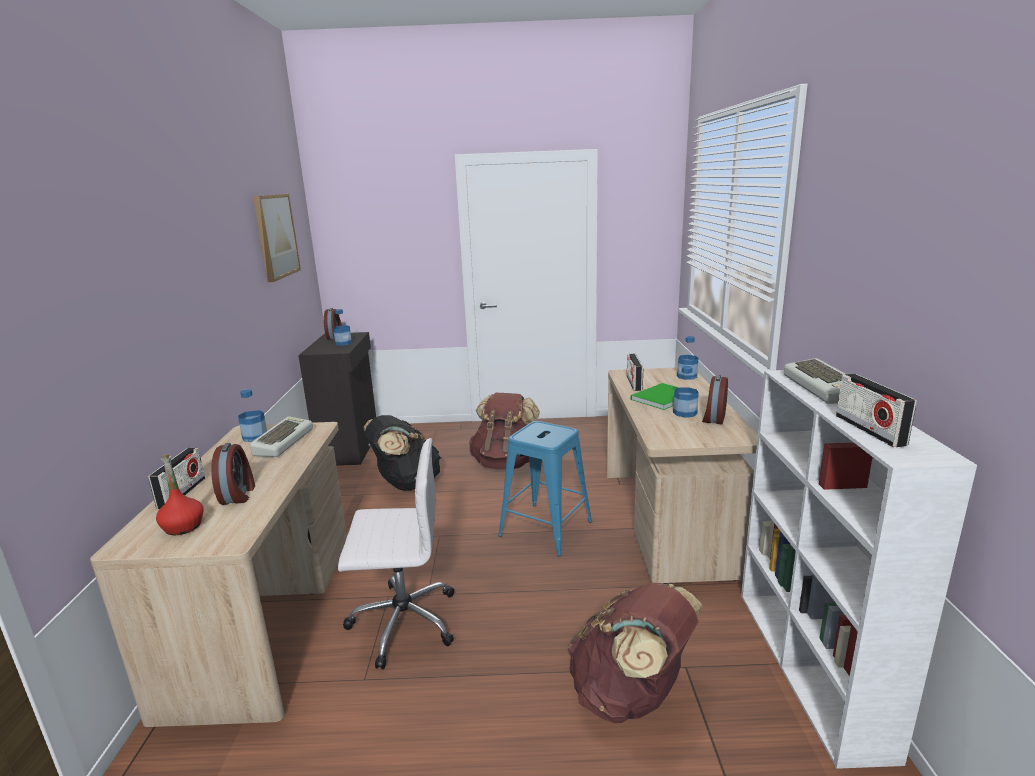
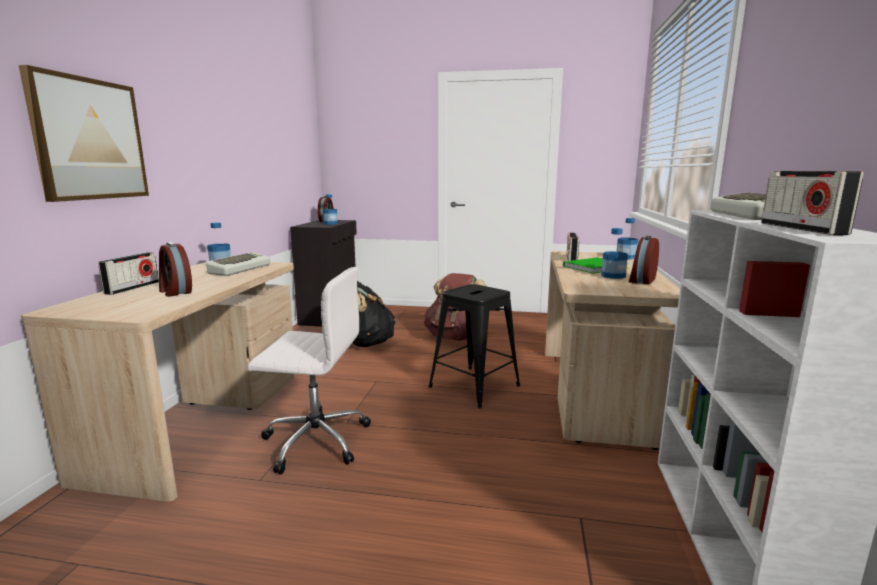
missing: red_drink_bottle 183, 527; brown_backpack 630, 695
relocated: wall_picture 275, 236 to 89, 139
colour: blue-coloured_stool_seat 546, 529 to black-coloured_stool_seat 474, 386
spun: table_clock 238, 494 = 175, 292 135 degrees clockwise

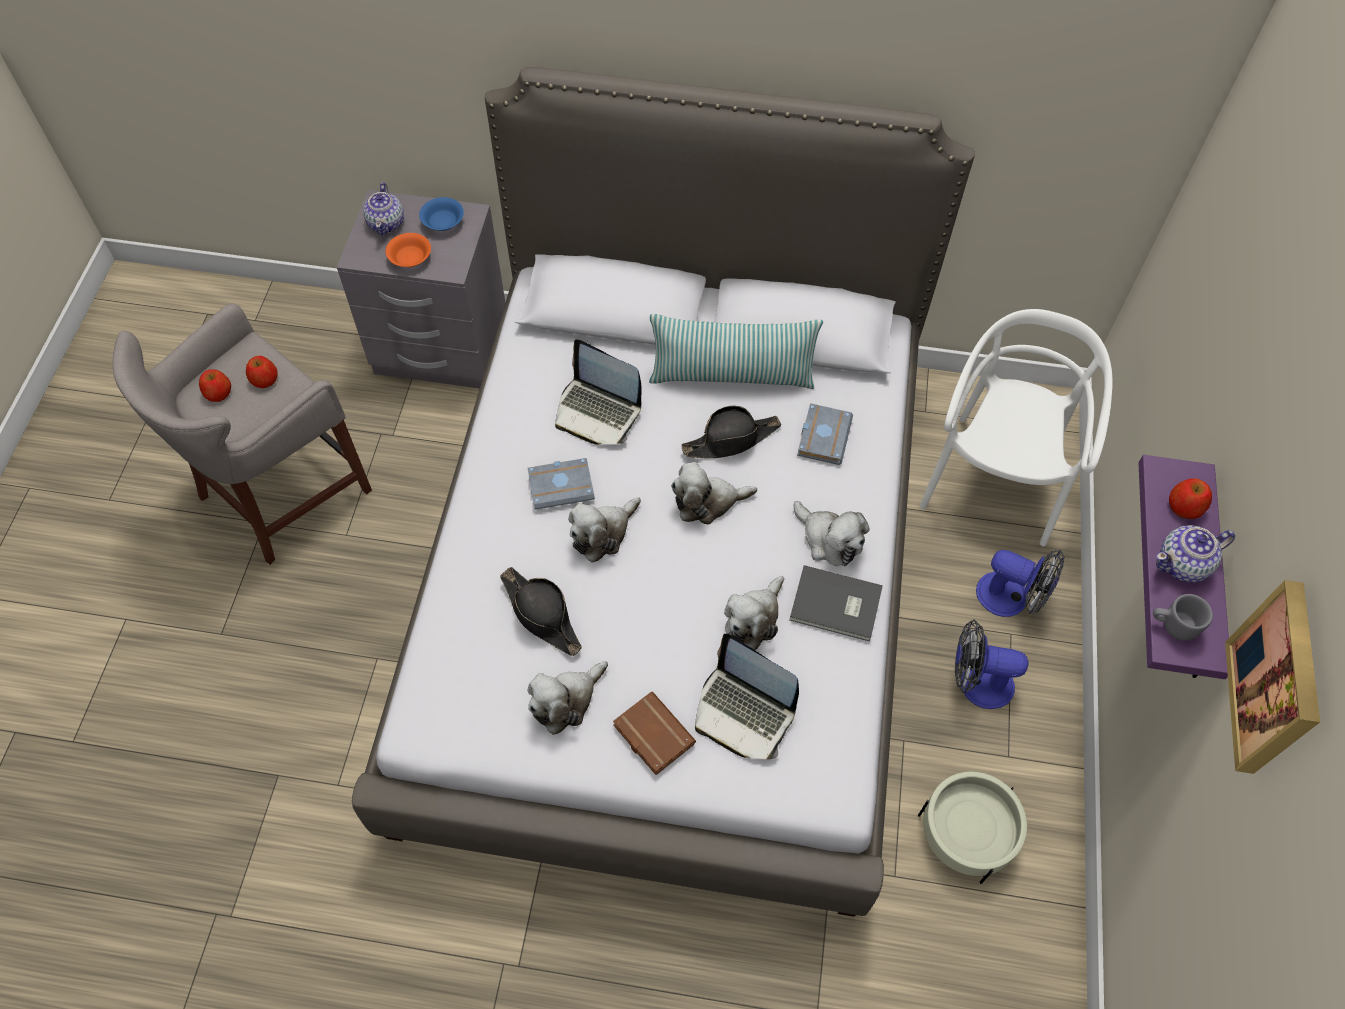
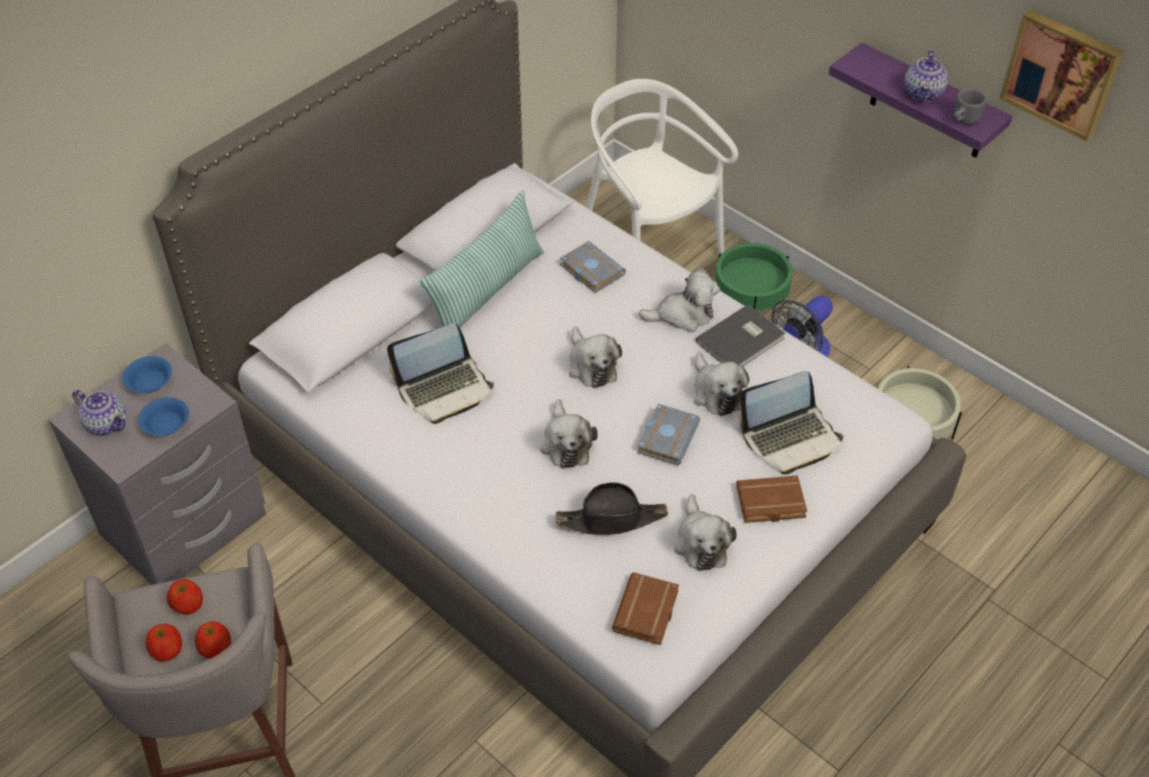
missing: black-coloured_hat 731, 440
appeared: brown_bound_book 647, 613
relocated: greyish_bound_book 562, 485 to 666, 436; apple 1185, 506 to 215, 647
exchanged: fan 1011, 598 to greenish_flower_pot 750, 295
colour: orangey_serving_bowl 411, 258 to blue-coloured_serving_bowl 167, 424
spun: plush_toy 708, 502 = 591, 365 45 degrees counterclockwise

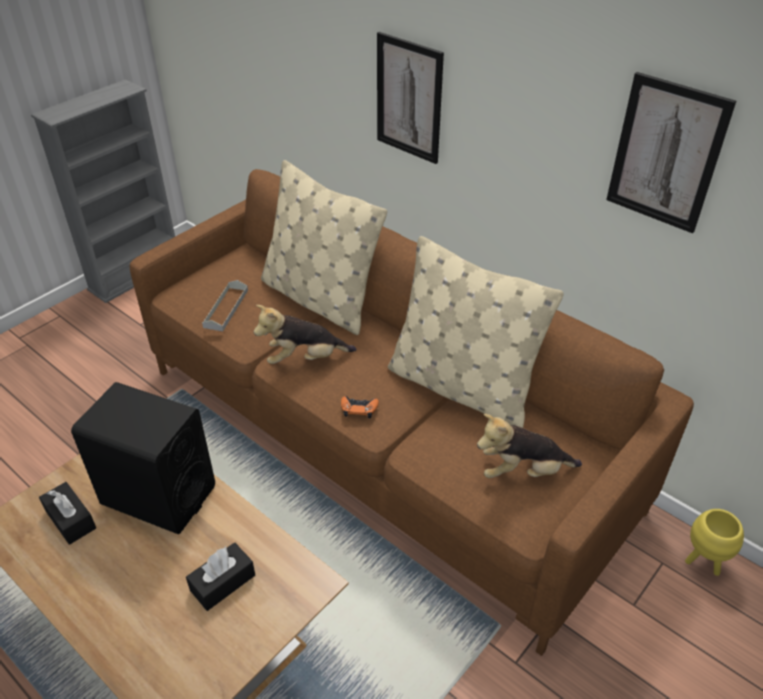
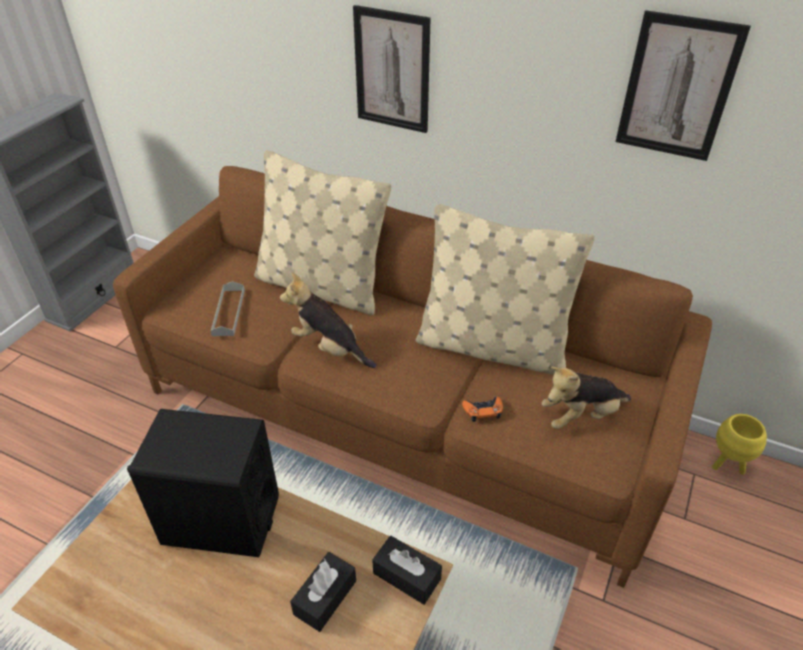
relocated: black-coloured_box_of_tissues 70, 519 to 407, 576; orangey_gamepad 359, 409 to 483, 411
spun: plush_toy 305, 358 = 329, 348 60 degrees clockwise

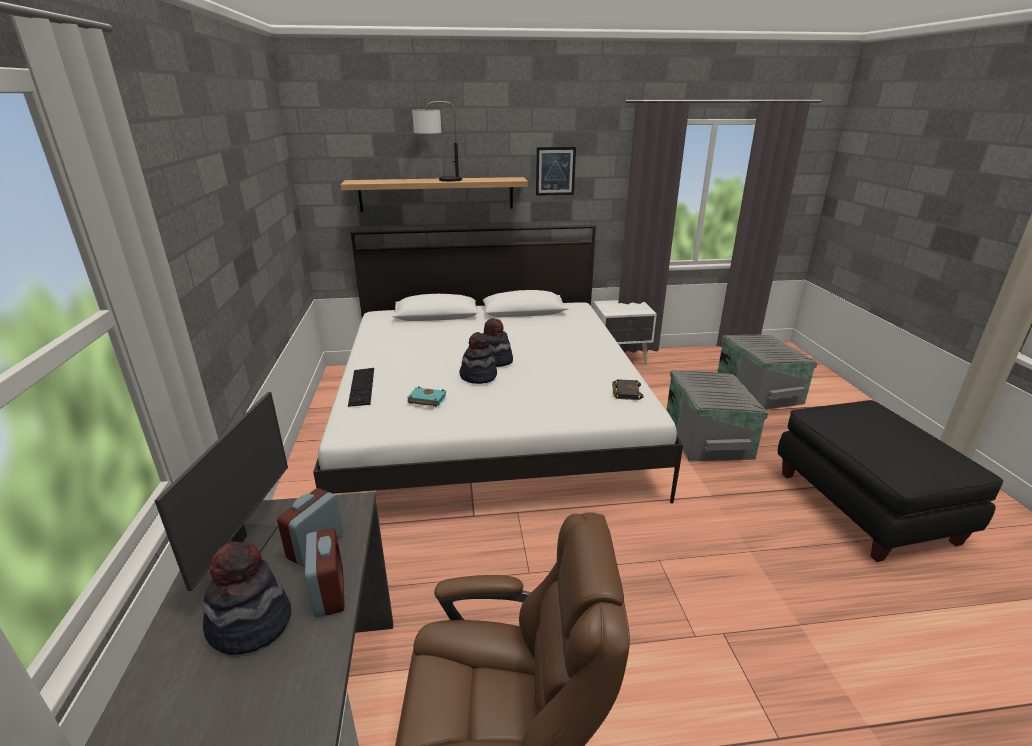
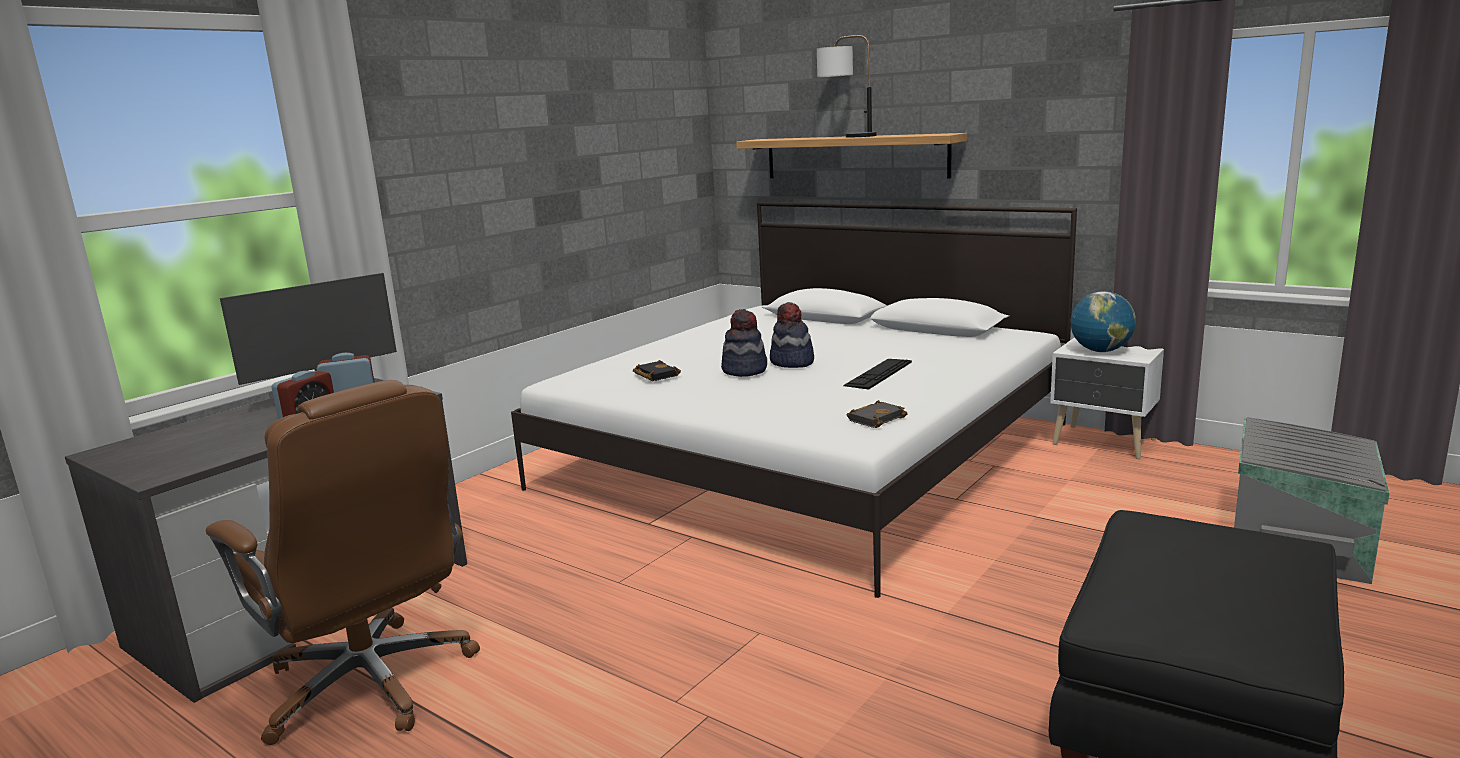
missing: hat 250, 624; wall_picture 555, 171; greyish_storage_container 708, 437
appeared: desk_globe 1100, 351
relocated: computer_keyboard 361, 386 to 878, 373
colour: blue-green_bound_book 425, 400 to black-coloured_bound_book 654, 375

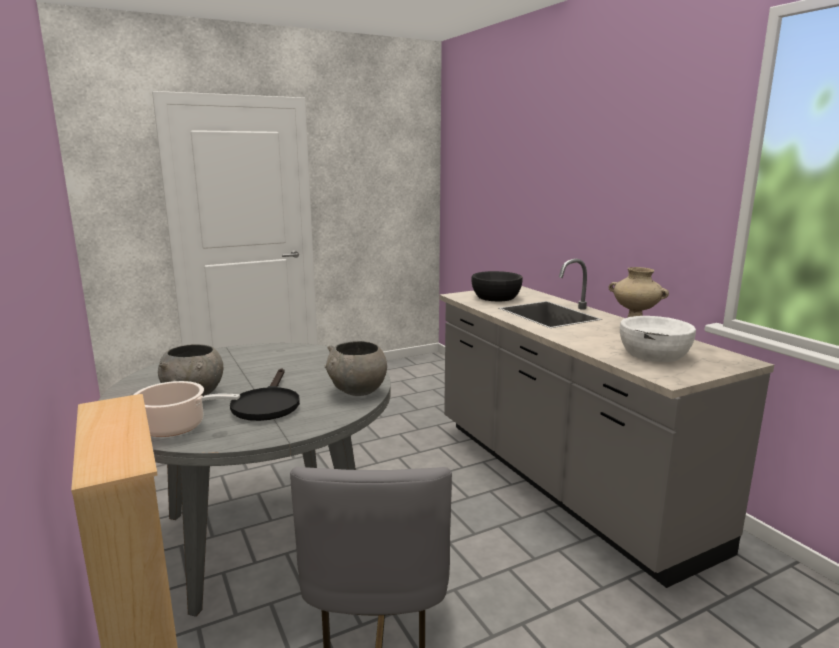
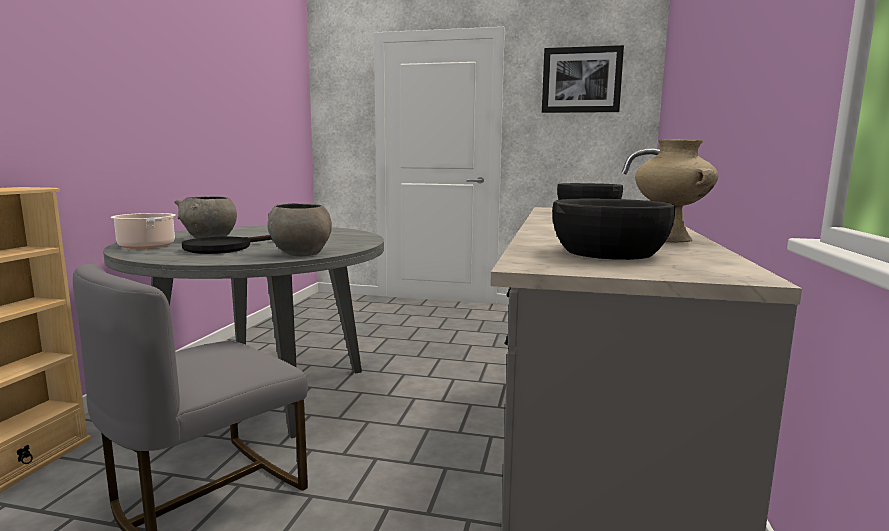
appeared: wall_picture 581, 80
colour: white_serving_bowl 654, 353 to black-coloured_serving_bowl 609, 252

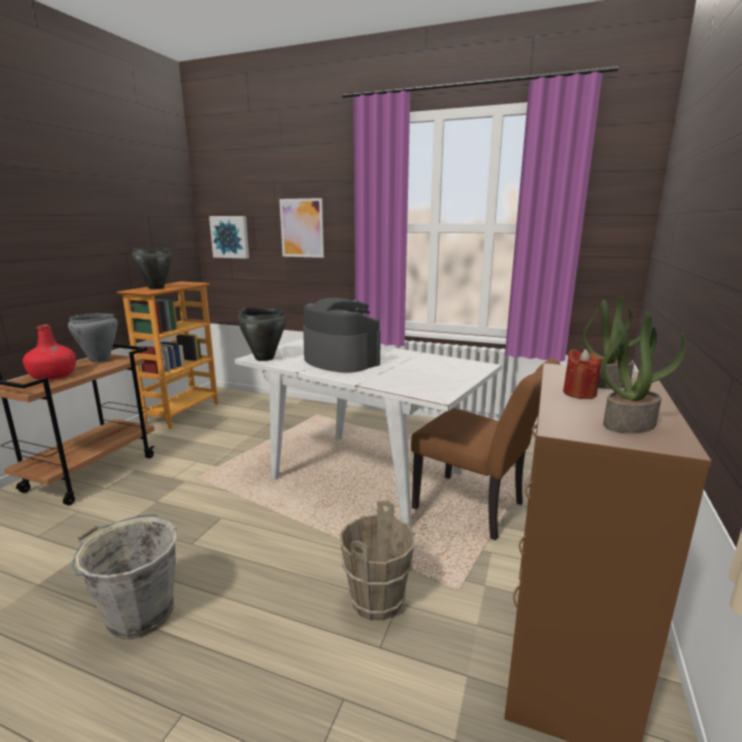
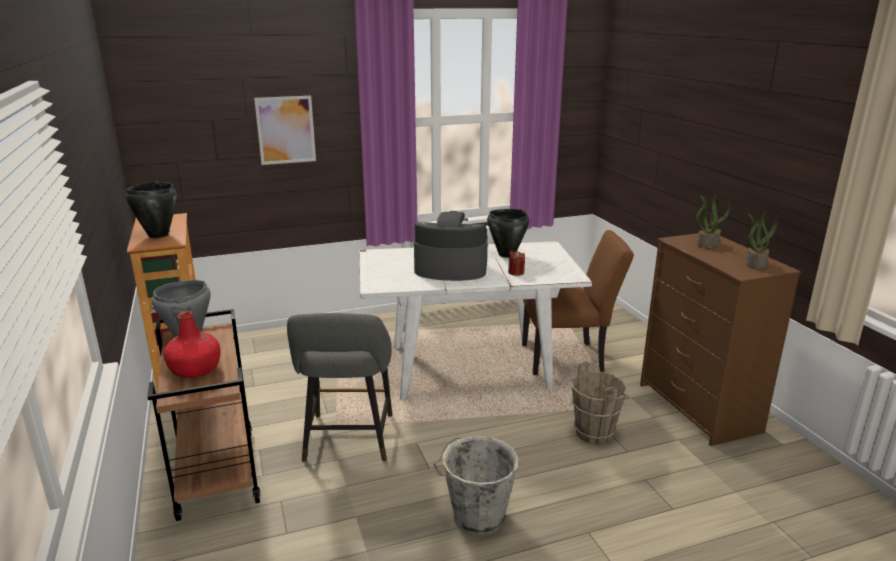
missing: wall_picture 230, 237
appeared: greyish_stool_seat 348, 441
relocated: black-coloured_saucepot 264, 358 to 506, 254; red_wax_light 579, 393 to 516, 272

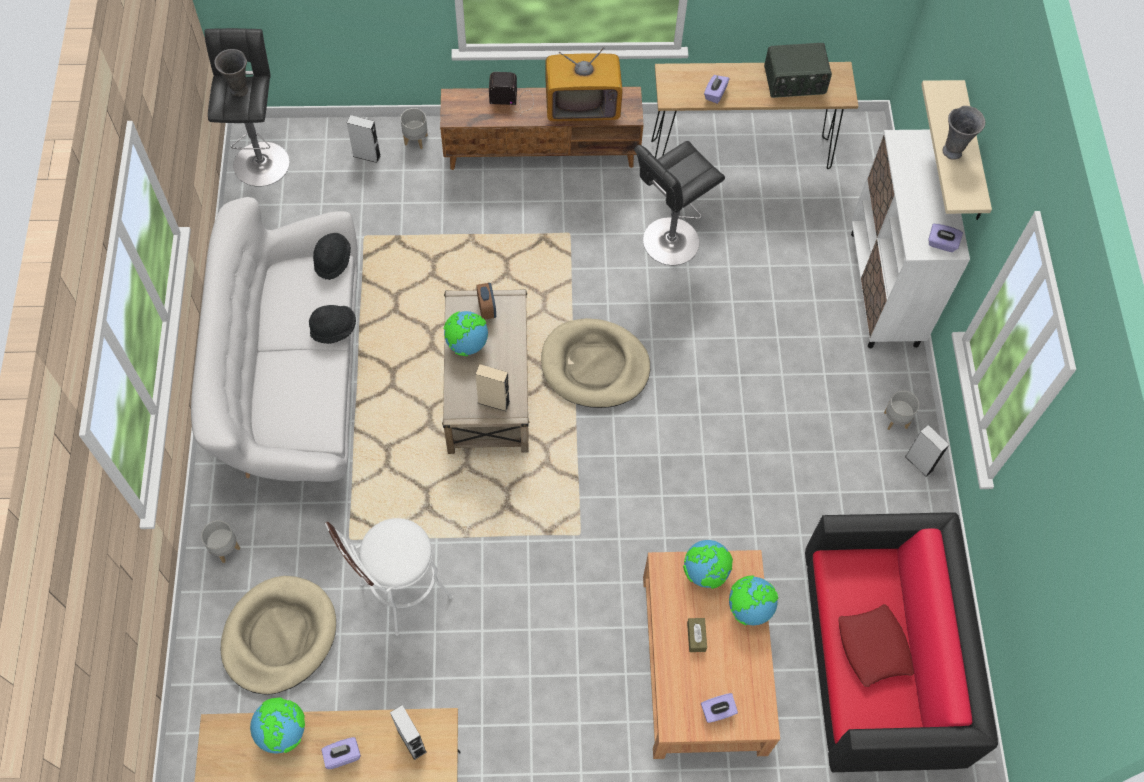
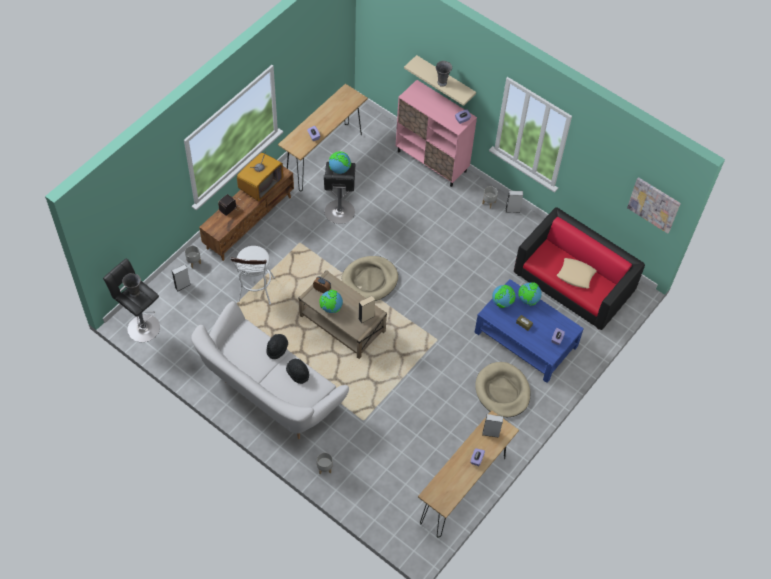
missing: radio_set 795, 81
appeared: wall_picture 654, 204
relocated: beige-coloured_dog_cushion 279, 636 to 502, 391; desk_globe 282, 731 to 339, 169; black-coloured_hat 332, 260 to 298, 373; white_stool_seat 399, 595 to 256, 292
colour: brown_lounge_table 704, 665 to blue-coloured_lounge_table 526, 339; red_pillow 873, 648 to beige-coloured_pillow 576, 275; white_storage_cabinet 884, 289 to pink_storage_cabinet 432, 161

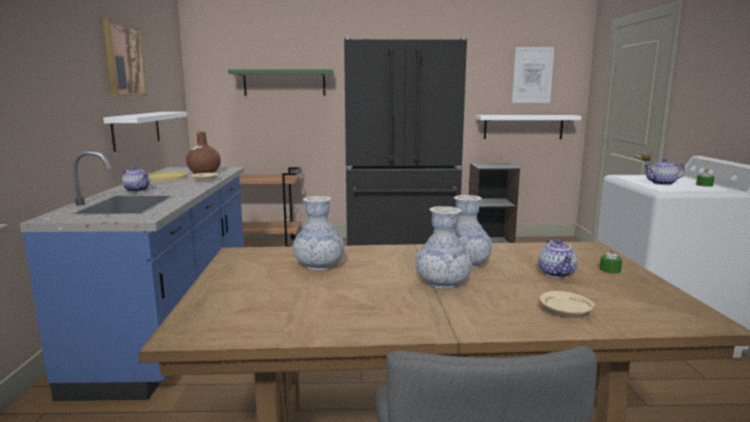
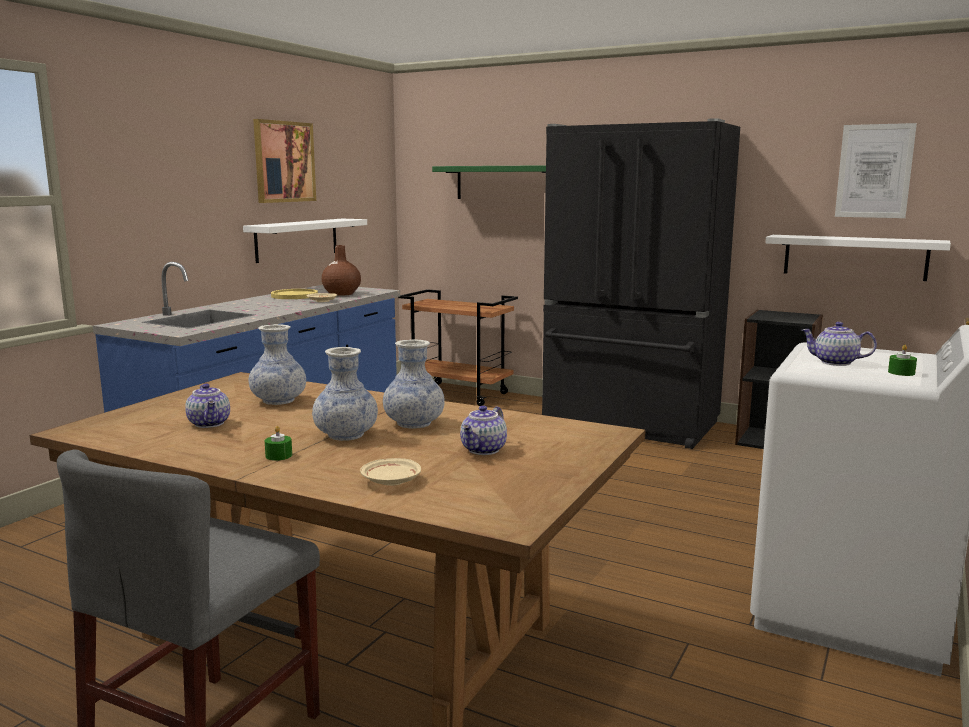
relocated: pot_for_tea 138, 190 to 210, 423; greenish_wax_light 610, 270 to 279, 456

